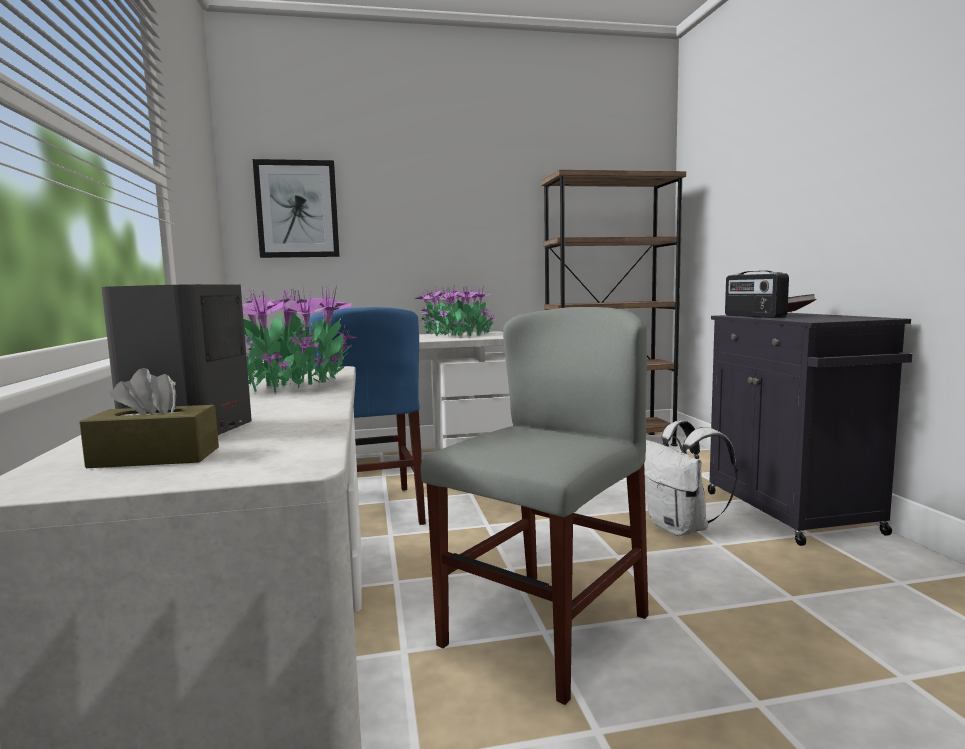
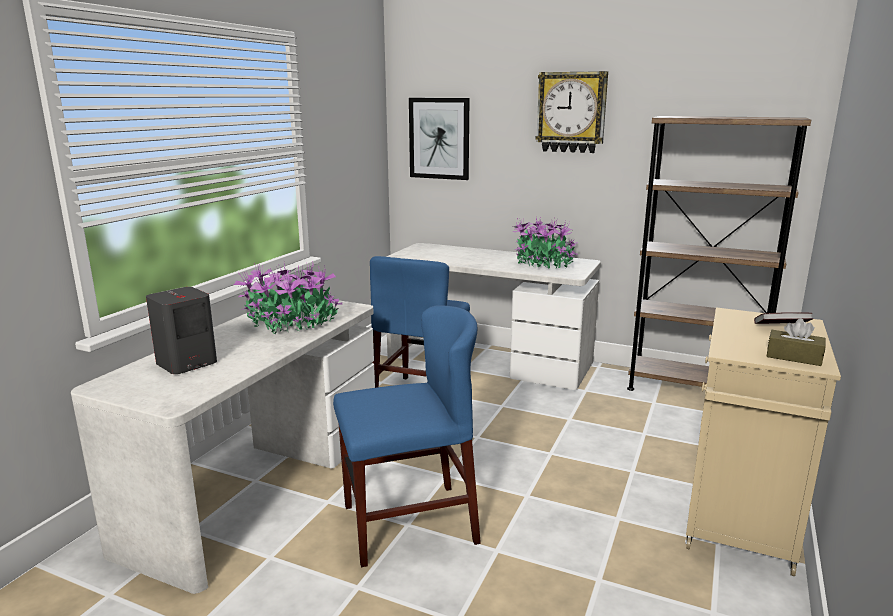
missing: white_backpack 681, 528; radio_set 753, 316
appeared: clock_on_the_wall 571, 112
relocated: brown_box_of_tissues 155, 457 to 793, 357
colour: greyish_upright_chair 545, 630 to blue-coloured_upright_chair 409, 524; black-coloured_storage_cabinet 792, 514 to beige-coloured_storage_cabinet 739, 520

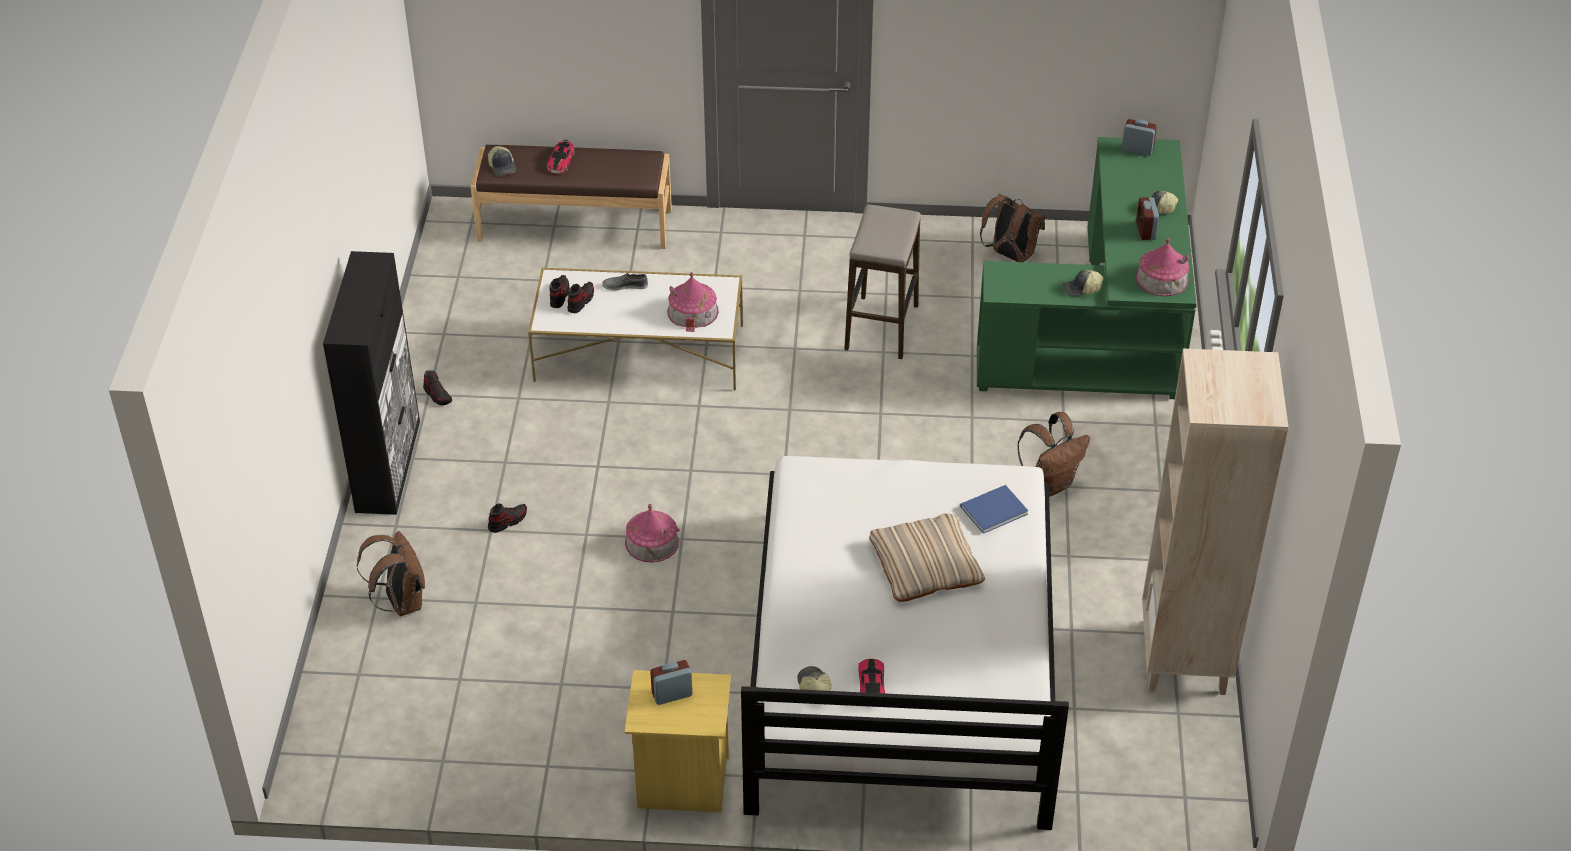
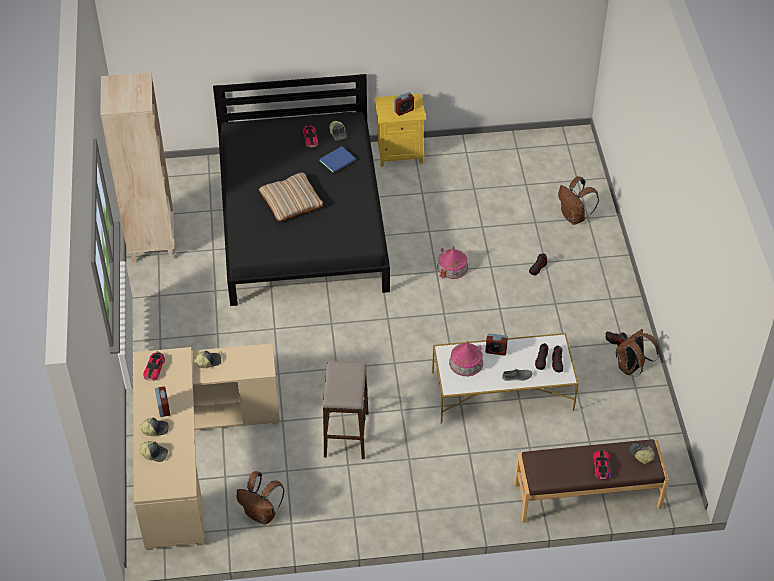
missing: black-coloured_storage_cabinet 388, 465
appeared: peaked_cap 154, 453
relocated: blue-coloured_bound_book 991, 510 to 338, 160; brown_backpack 1050, 484 to 631, 368; table_clock 1137, 149 to 496, 350
exchanged: model_house 1162, 279 to toy_car 154, 368
colour: white_sleeping_bed 900, 663 to black-coloured_sleeping_bed 302, 220; greenish_desk 1106, 329 to beige-coloured_desk 191, 455

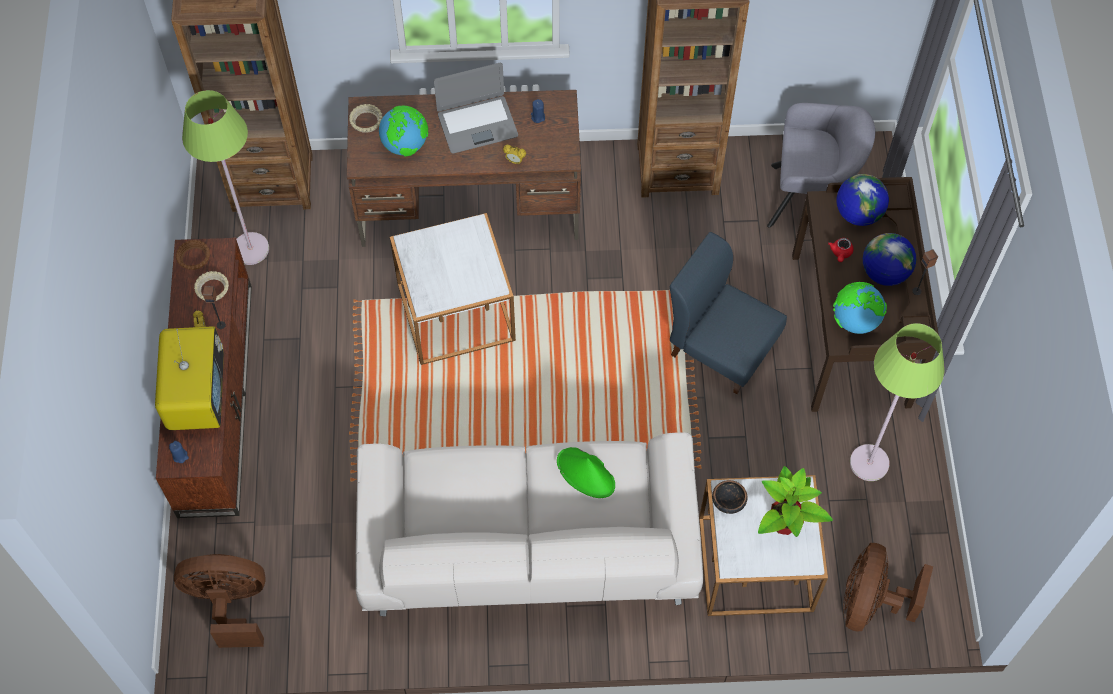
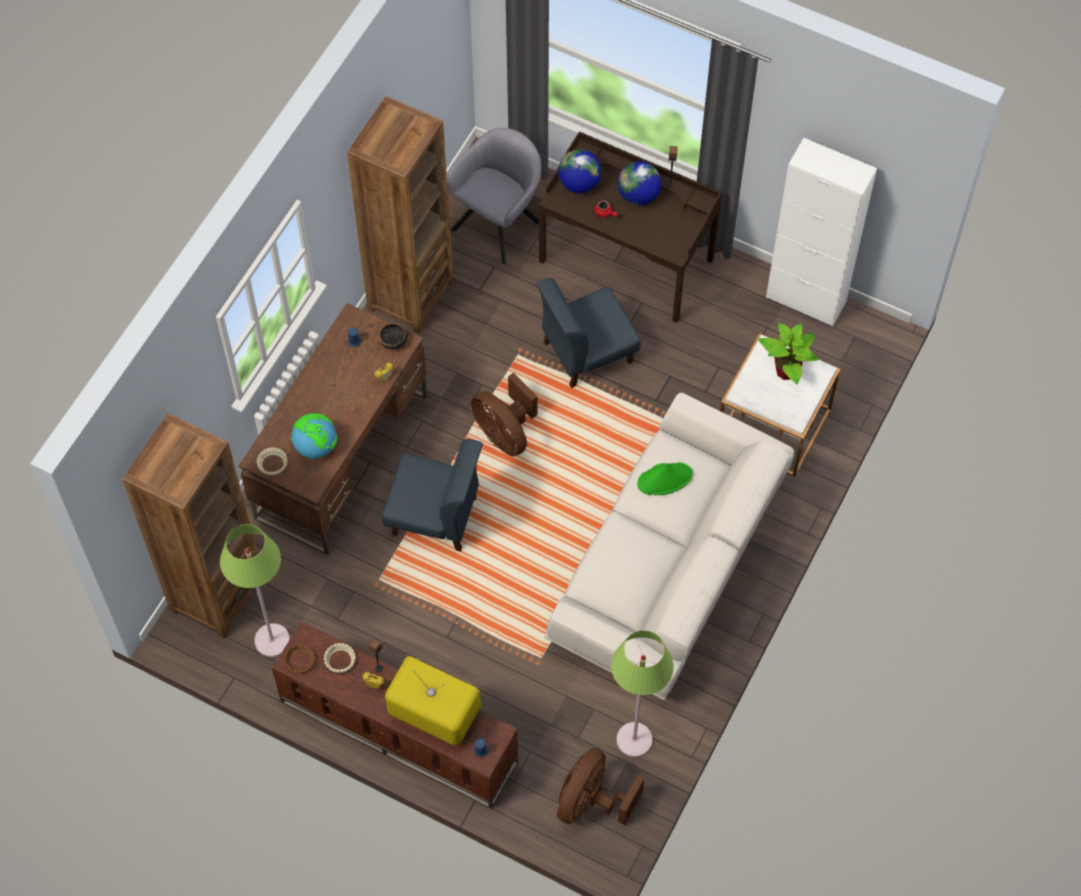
missing: laptop 477, 124; desk_globe 855, 320
appeared: white_storage_cabinet 806, 299
relocated: serving_bowl 728, 502 to 393, 342; brown_fan 870, 602 to 505, 433; greenish_standard_lamp 869, 463 to 634, 740
exchanged: white_side_table 456, 312 to blue-coloured_upright_chair 435, 516

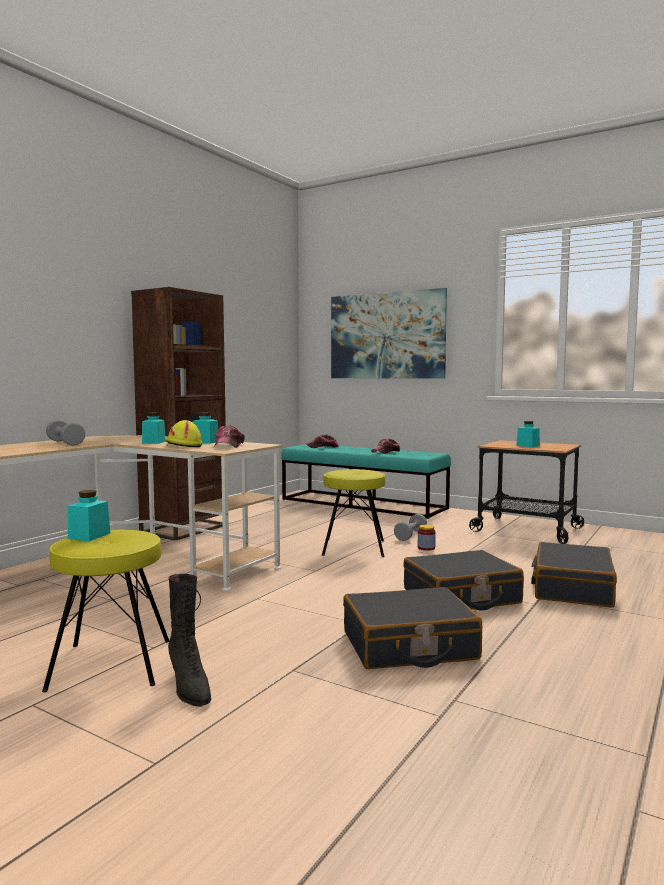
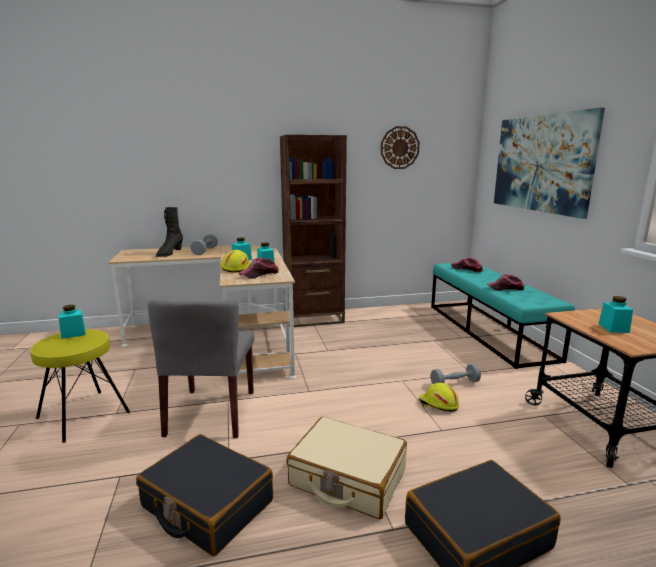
missing: yellow-coloured_stool_seat 354, 547
appeared: greyish_upright_chair 211, 413; clock_on_the_wall 399, 148
relocated: black-coloured_high-top_boot 189, 687 to 169, 253
exchanged: preserve_jar 426, 548 to yellow-coloured_safety_helmet 438, 404
colour: black-coloured_travel_case 461, 597 to beige-coloured_travel_case 347, 478

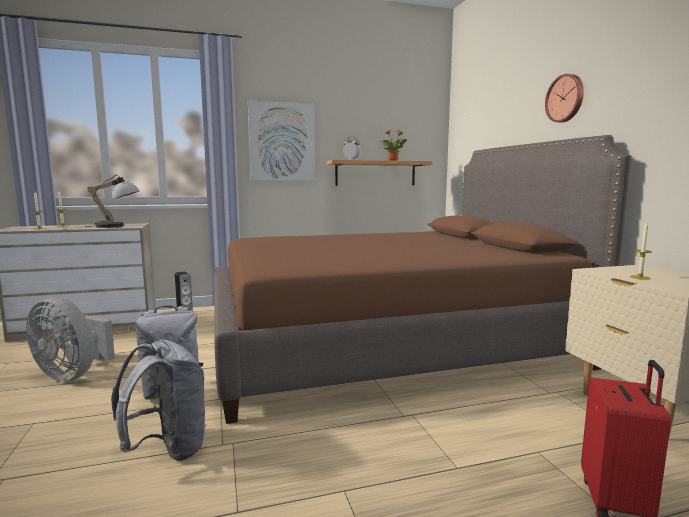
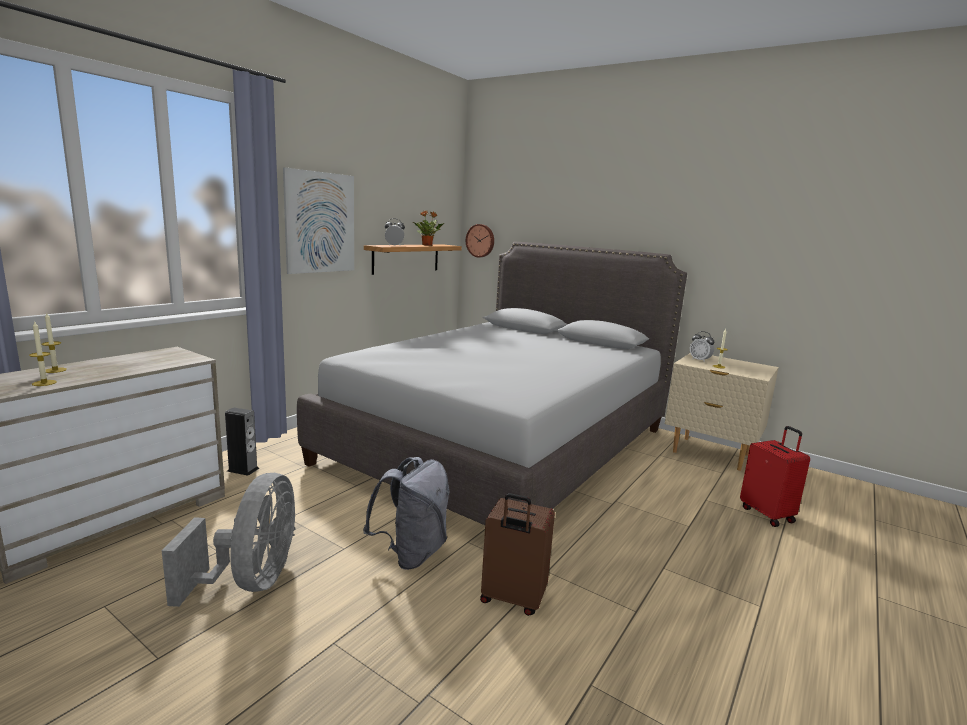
missing: lamp_for_a_table 117, 226
appeared: table_clock 700, 360
relocated: clock_on_the_wall 565, 98 to 480, 240
exchanged: greyish_backpack 167, 449 to brown_travel_case 512, 599
colour: brown_sleeping_bed 386, 343 to greyish_sleeping_bed 503, 445
spun: greyish_fan 73, 374 = 251, 581 75 degrees counterclockwise

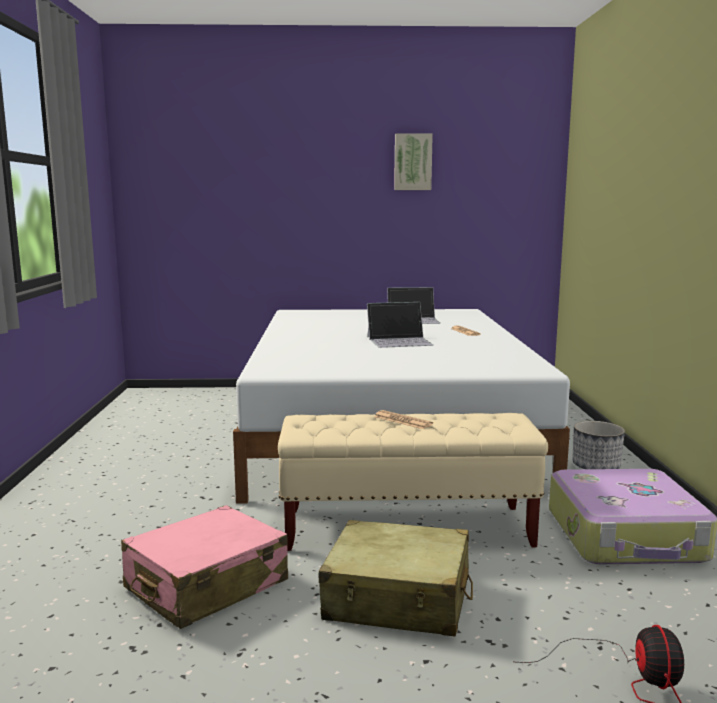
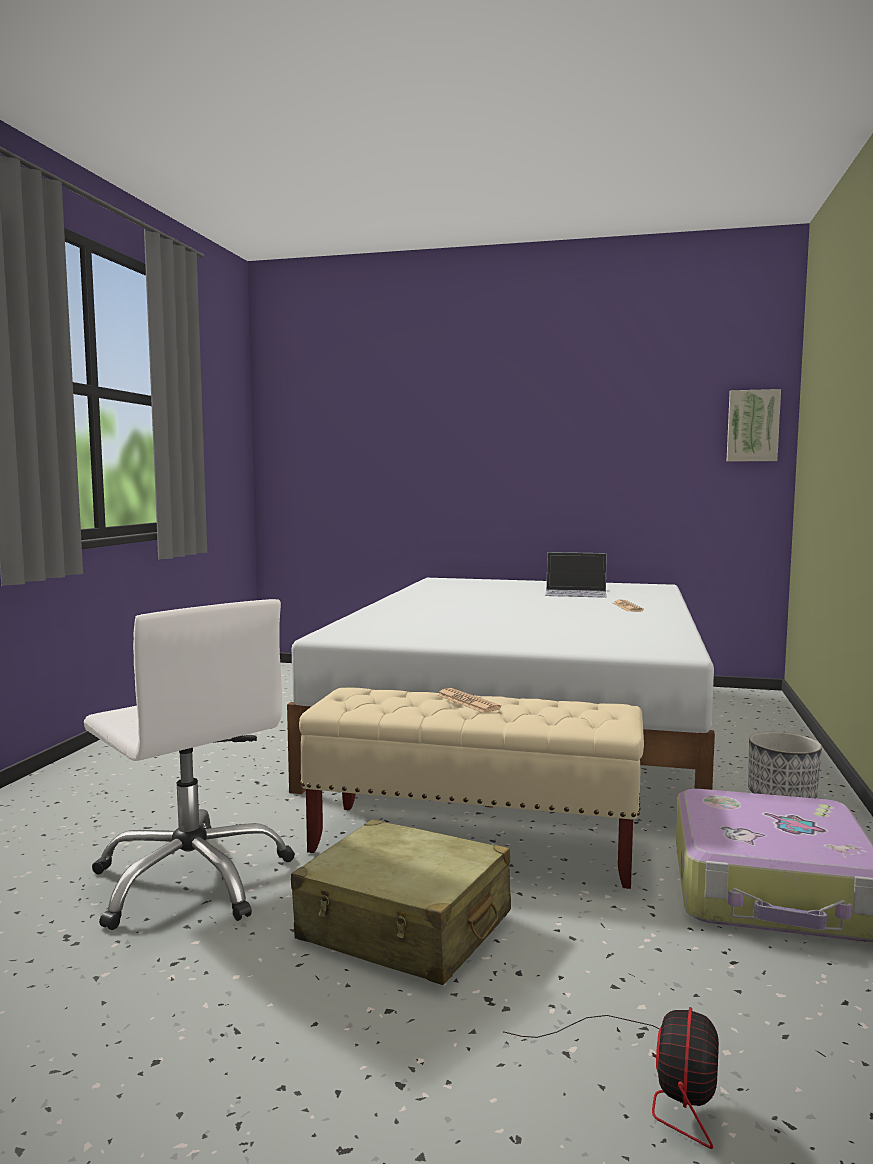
missing: laptop 399, 341
relocated: wall_picture 412, 162 to 752, 426
exchanged: pink_travel_case 206, 585 to white_computer_chair 192, 879

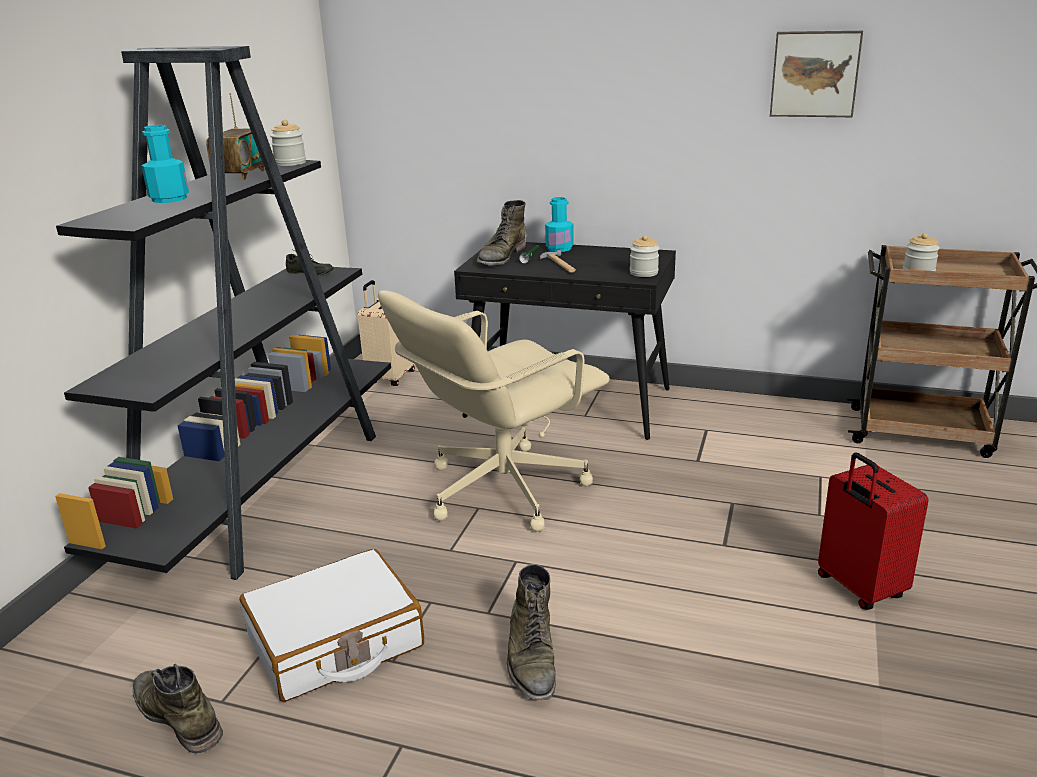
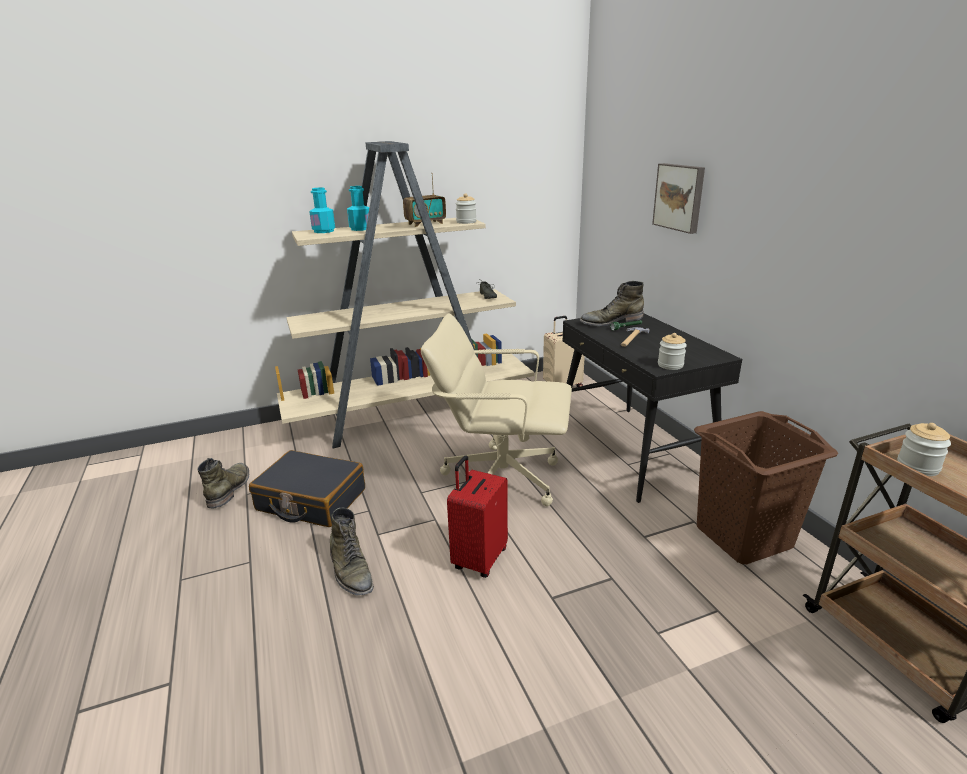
appeared: brown_laundry_basket 744, 537
relocated: blue-green_drink_bottle 559, 248 to 324, 231; wall_picture 815, 74 to 680, 197; red_travel_case 858, 588 to 478, 559
colour: black-coloured_shelving_unit 266, 488 to beige-coloured_shelving_unit 412, 414; white_travel_case 335, 642 to black-coloured_travel_case 311, 500
spun: greenish_high-top_boot 531, 658 = 351, 570 75 degrees counterclockwise

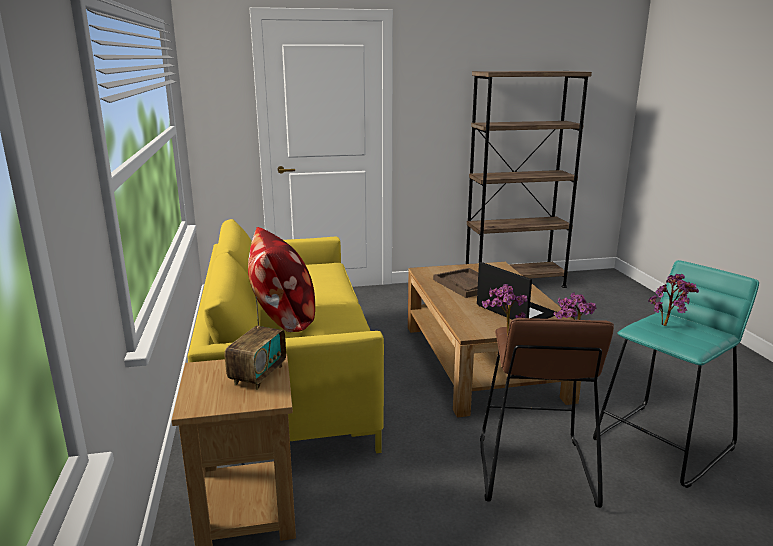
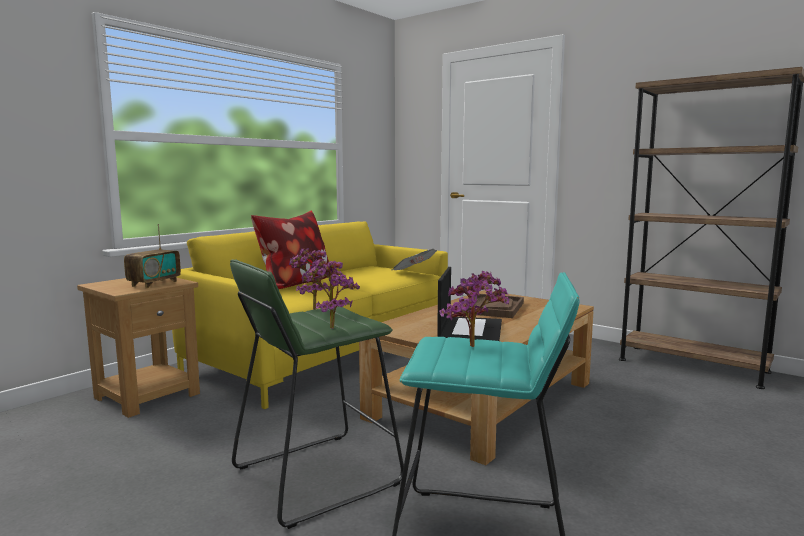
appeared: printed_paper 413, 272
colour: brown_stool_seat 533, 469 to greenish_stool_seat 316, 475
spun: radio_set 258, 375 = 154, 284 45 degrees counterclockwise

